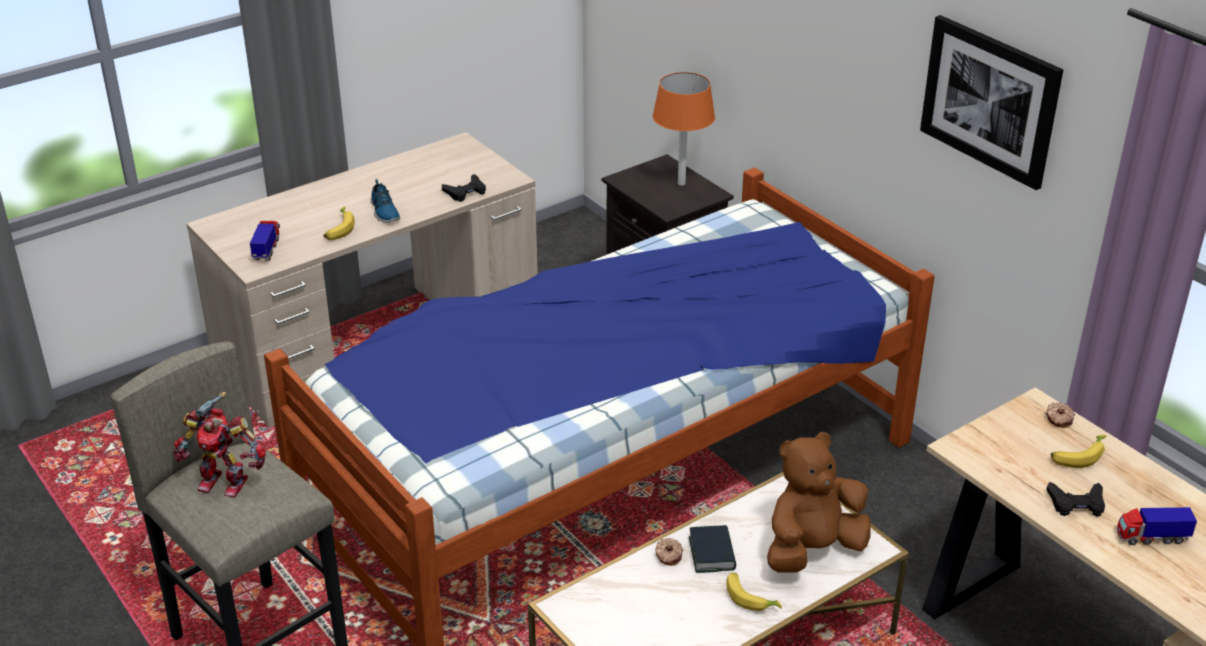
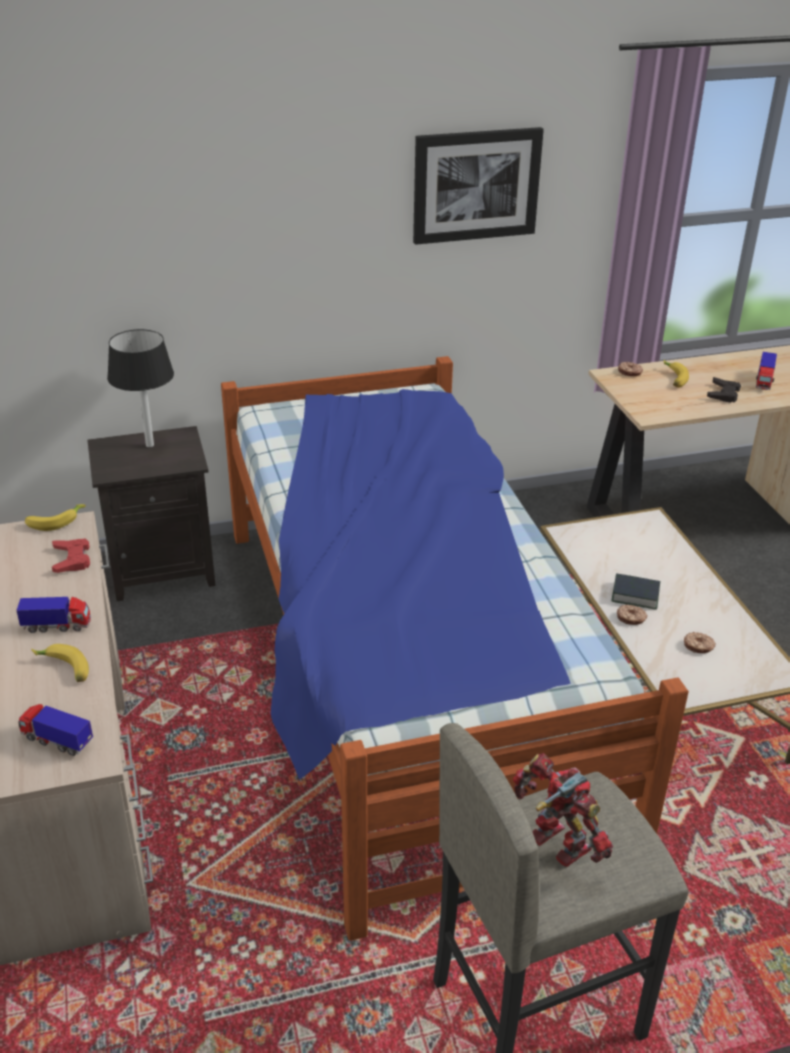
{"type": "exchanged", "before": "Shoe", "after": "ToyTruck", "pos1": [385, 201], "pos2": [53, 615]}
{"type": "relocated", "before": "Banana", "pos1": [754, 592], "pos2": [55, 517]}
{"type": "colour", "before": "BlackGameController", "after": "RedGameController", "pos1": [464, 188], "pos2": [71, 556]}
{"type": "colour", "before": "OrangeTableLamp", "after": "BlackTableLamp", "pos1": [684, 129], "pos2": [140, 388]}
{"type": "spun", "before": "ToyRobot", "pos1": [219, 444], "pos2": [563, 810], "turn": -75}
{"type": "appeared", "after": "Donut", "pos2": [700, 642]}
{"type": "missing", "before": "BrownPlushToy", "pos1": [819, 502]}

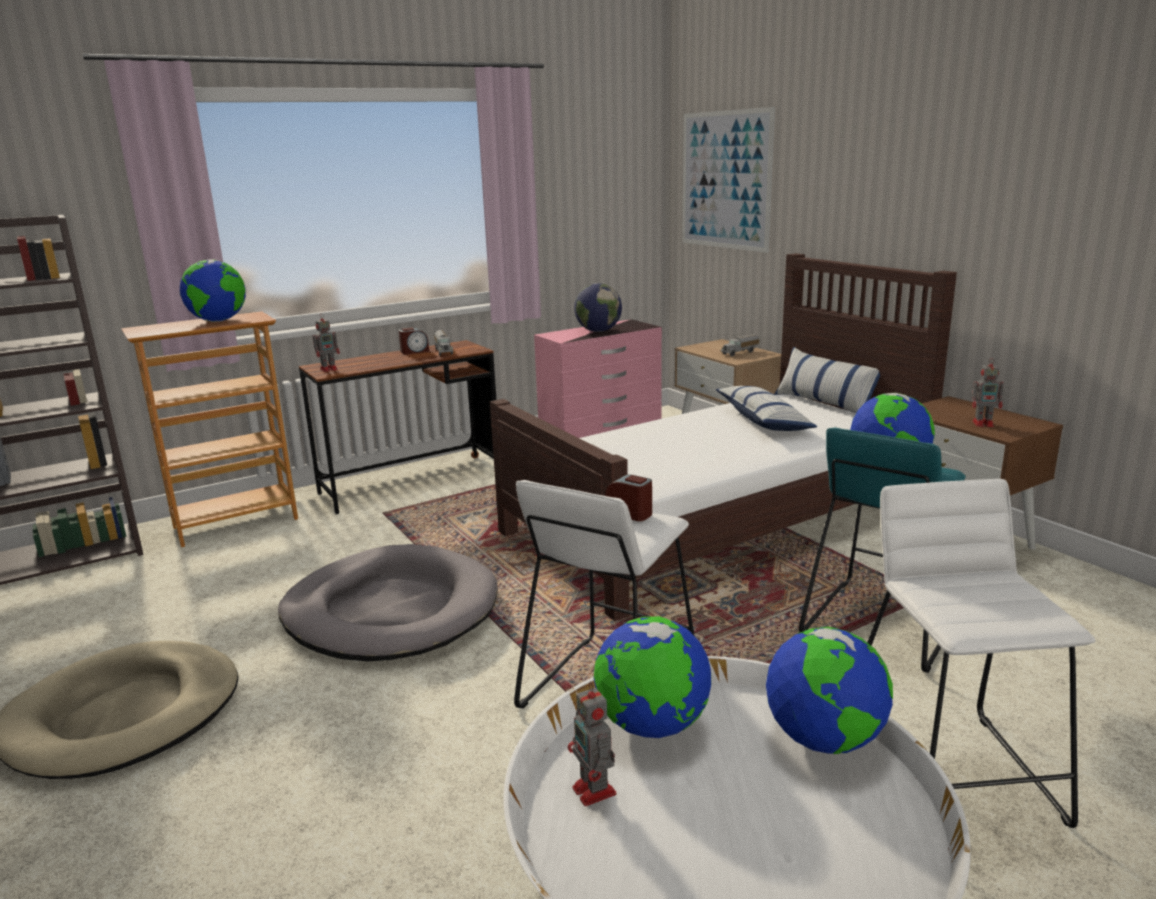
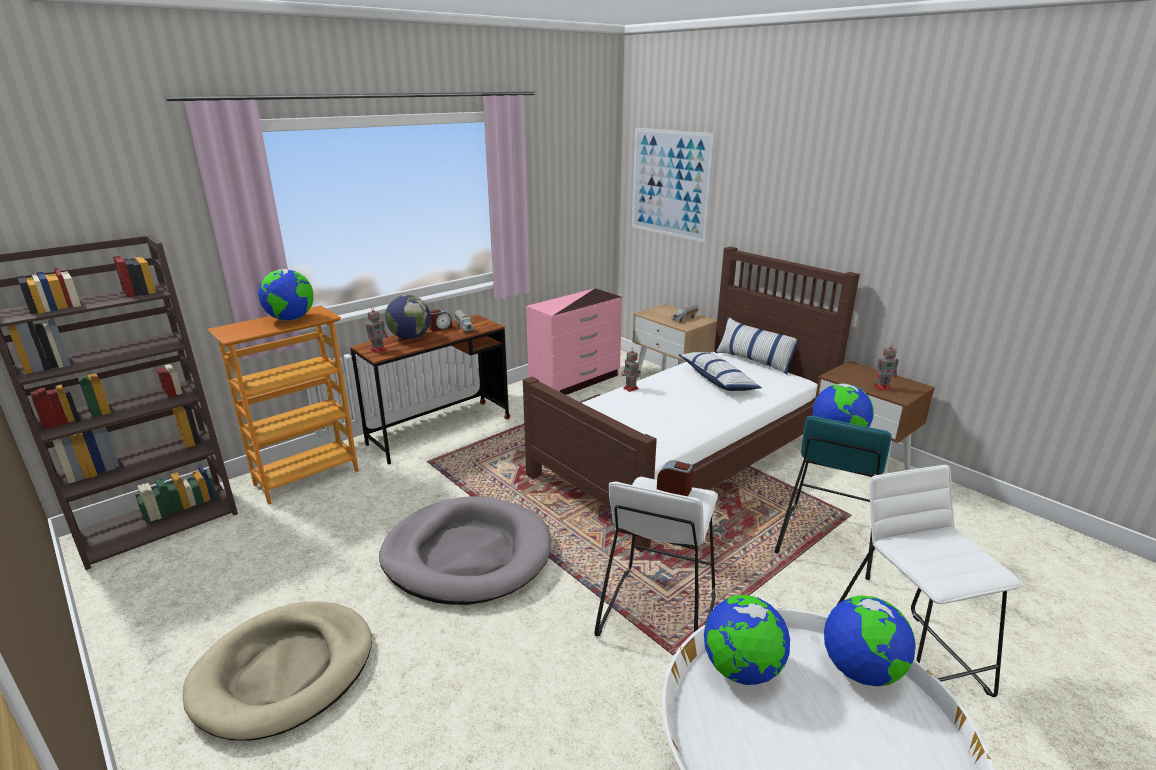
{"type": "relocated", "before": "Globe", "pos1": [598, 307], "pos2": [408, 317]}
{"type": "relocated", "before": "ToyRobot", "pos1": [592, 744], "pos2": [631, 369]}

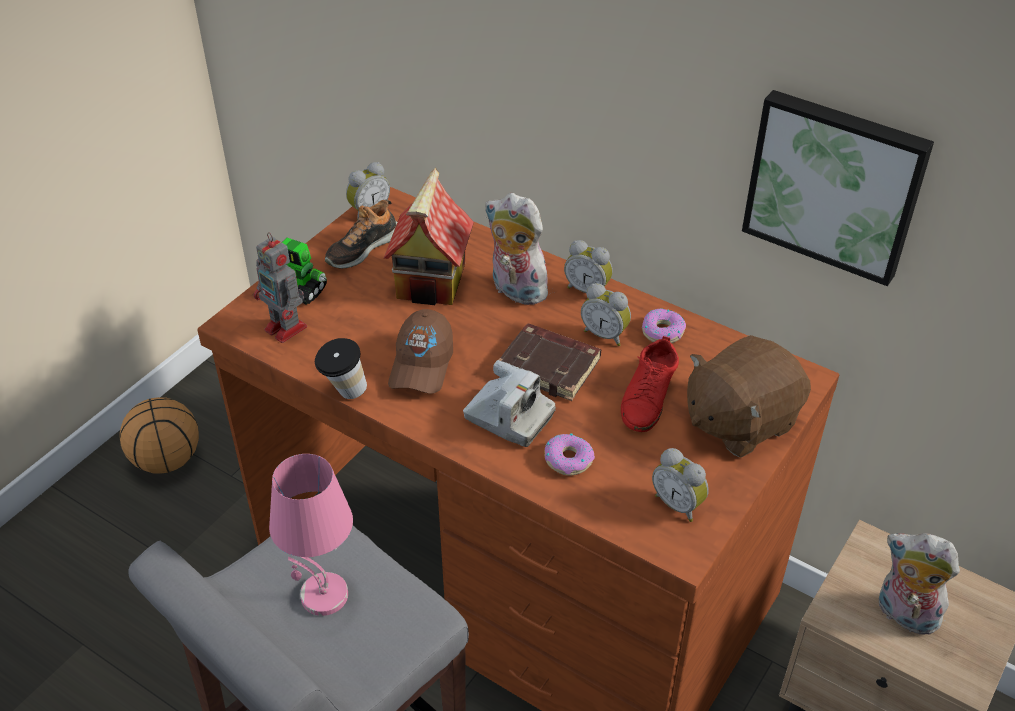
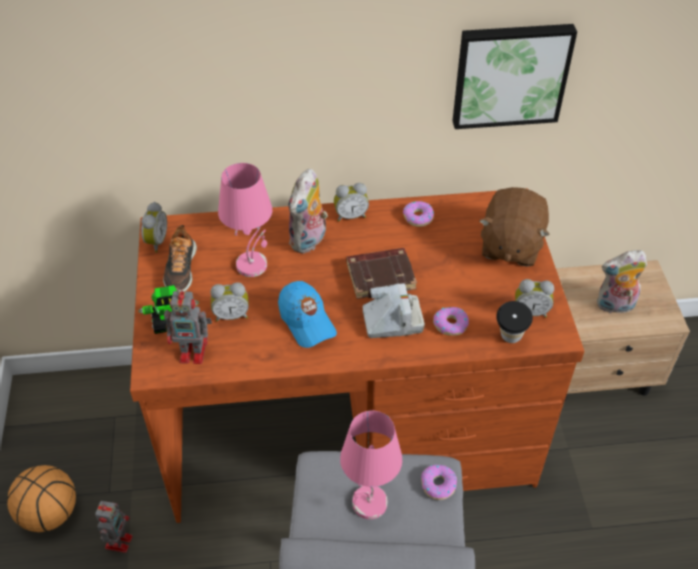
{"type": "appeared", "after": "ToyRobot", "pos2": [114, 527]}
{"type": "relocated", "before": "AlarmClock", "pos1": [606, 314], "pos2": [229, 301]}
{"type": "exchanged", "before": "ToyHouse", "after": "PinkTableLamp", "pos1": [429, 236], "pos2": [245, 220]}
{"type": "colour", "before": "BrownCap", "after": "BlueCap", "pos1": [420, 351], "pos2": [307, 314]}
{"type": "spun", "before": "PlushToy", "pos1": [516, 249], "pos2": [308, 211], "turn": -60}
{"type": "appeared", "after": "Donut", "pos2": [439, 482]}
{"type": "relocated", "before": "Cup", "pos1": [341, 368], "pos2": [514, 322]}
{"type": "missing", "before": "RedShoe", "pos1": [650, 384]}

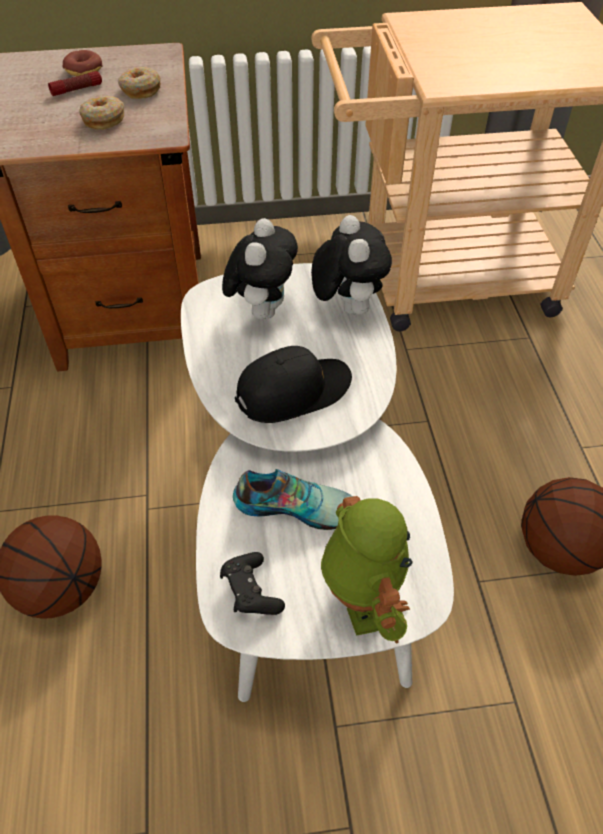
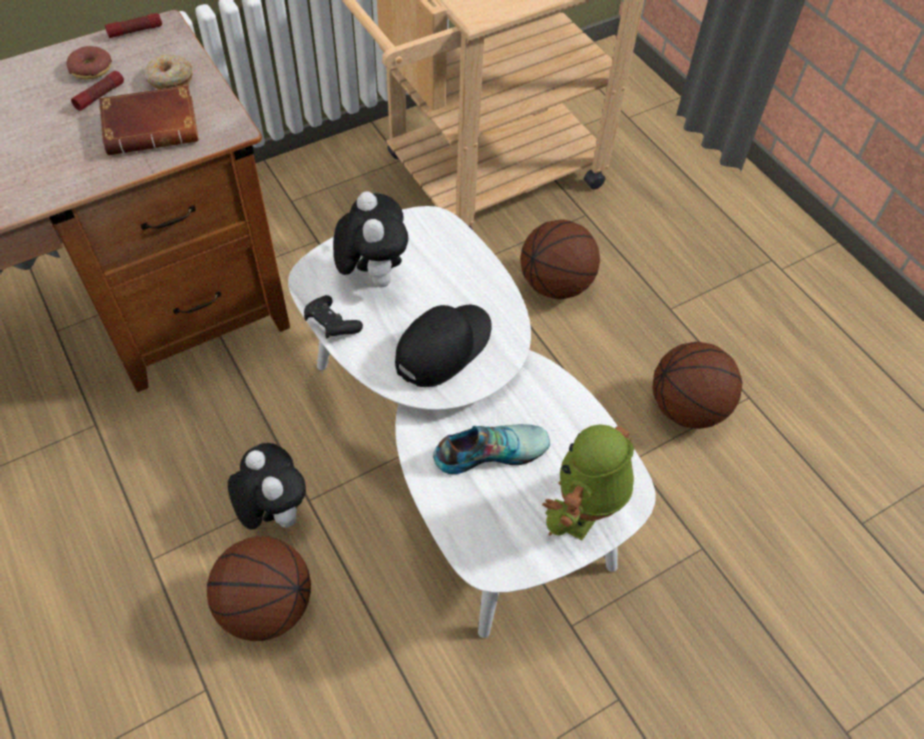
{"type": "exchanged", "before": "Donut", "after": "BrownBook", "pos1": [101, 113], "pos2": [149, 120]}
{"type": "appeared", "after": "Flashlight", "pos2": [133, 25]}
{"type": "relocated", "before": "PlushToy", "pos1": [351, 265], "pos2": [267, 486]}
{"type": "relocated", "before": "BlackGameController", "pos1": [252, 583], "pos2": [333, 316]}
{"type": "appeared", "after": "Basketball", "pos2": [560, 259]}
{"type": "spun", "before": "ToyRobot", "pos1": [367, 570], "pos2": [588, 482], "turn": -105}

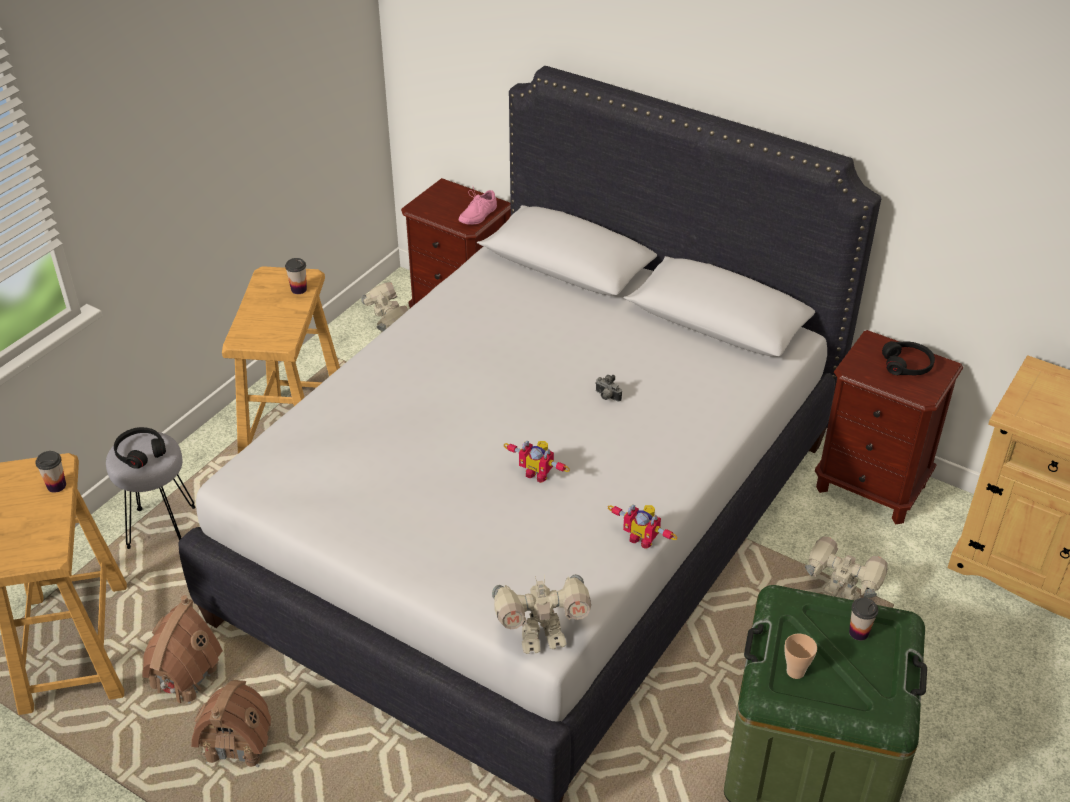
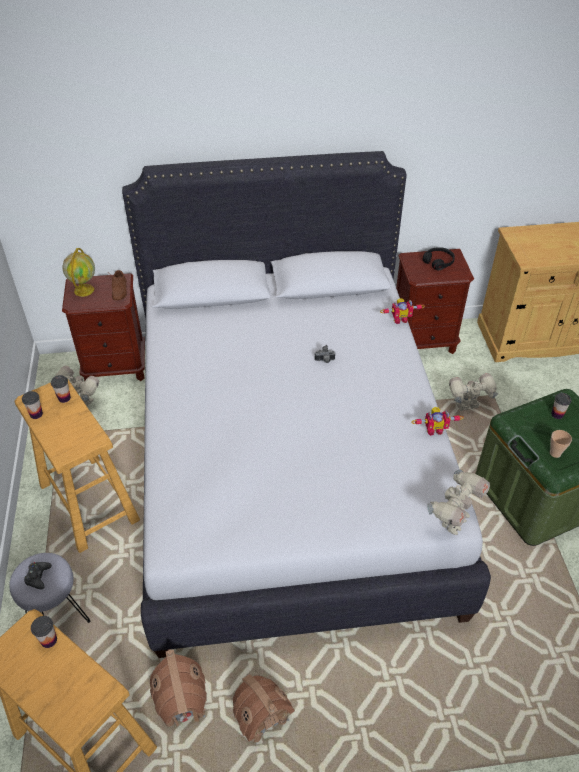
{"type": "appeared", "after": "Cup", "pos2": [32, 405]}
{"type": "exchanged", "before": "BlackHeadphones", "after": "BlackGameController", "pos1": [140, 448], "pos2": [38, 575]}
{"type": "appeared", "after": "Globe", "pos2": [79, 272]}
{"type": "colour", "before": "PinkShoe", "after": "BrownShoe", "pos1": [477, 205], "pos2": [116, 285]}
{"type": "relocated", "before": "ToyRobot", "pos1": [536, 462], "pos2": [402, 311]}

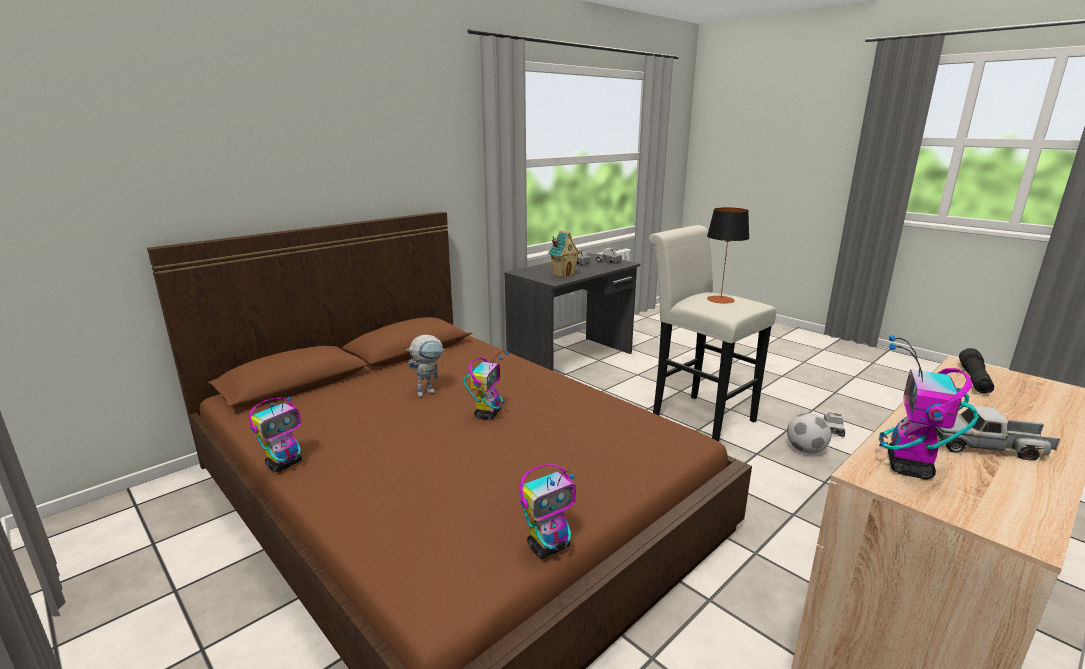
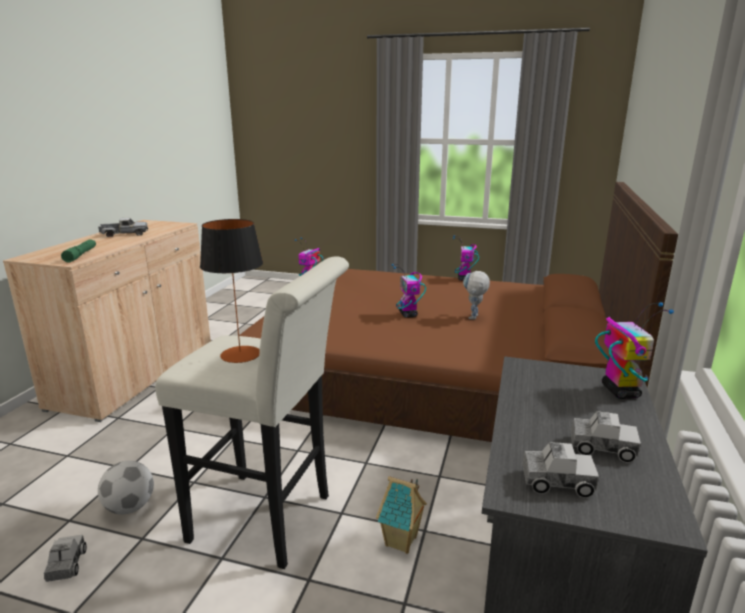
{"type": "colour", "before": "BlackFlashlight", "after": "GreenFlashlight", "pos1": [976, 370], "pos2": [78, 251]}
{"type": "relocated", "before": "ToyHouse", "pos1": [564, 254], "pos2": [401, 515]}
{"type": "relocated", "before": "ToyRobot", "pos1": [929, 407], "pos2": [634, 350]}

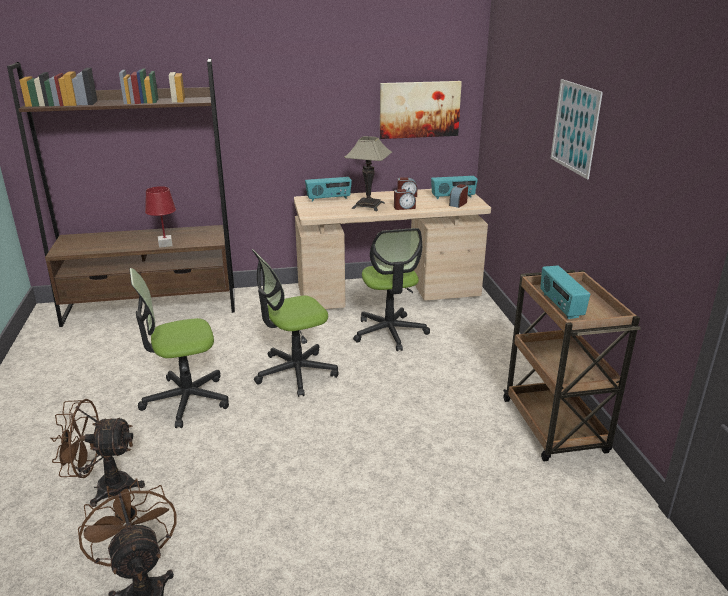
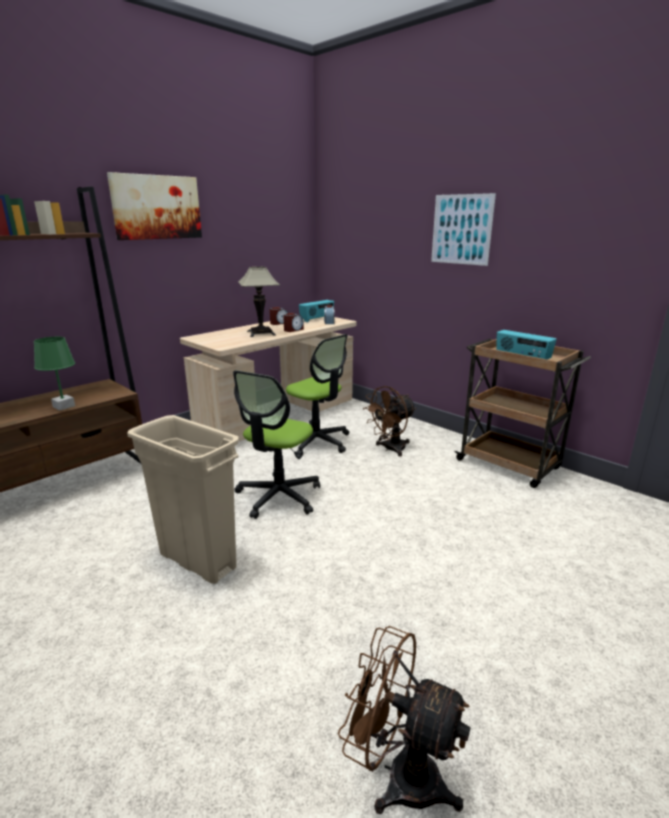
{"type": "colour", "before": "RedTableLamp", "after": "GreenTableLamp", "pos1": [160, 217], "pos2": [54, 374]}
{"type": "relocated", "before": "Picture", "pos1": [421, 110], "pos2": [154, 206]}
{"type": "exchanged", "before": "OfficeChair", "after": "BeigeTrashCan", "pos1": [179, 348], "pos2": [183, 499]}
{"type": "relocated", "before": "BrownFan", "pos1": [97, 453], "pos2": [389, 421]}
{"type": "missing", "before": "Radio", "pos1": [328, 189]}

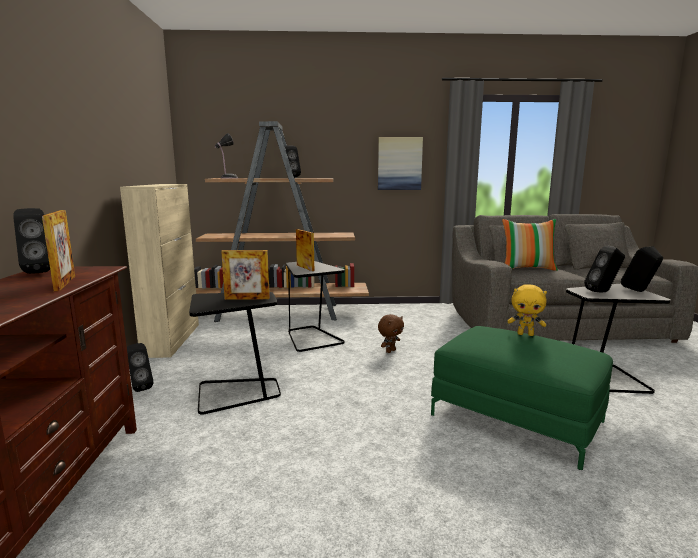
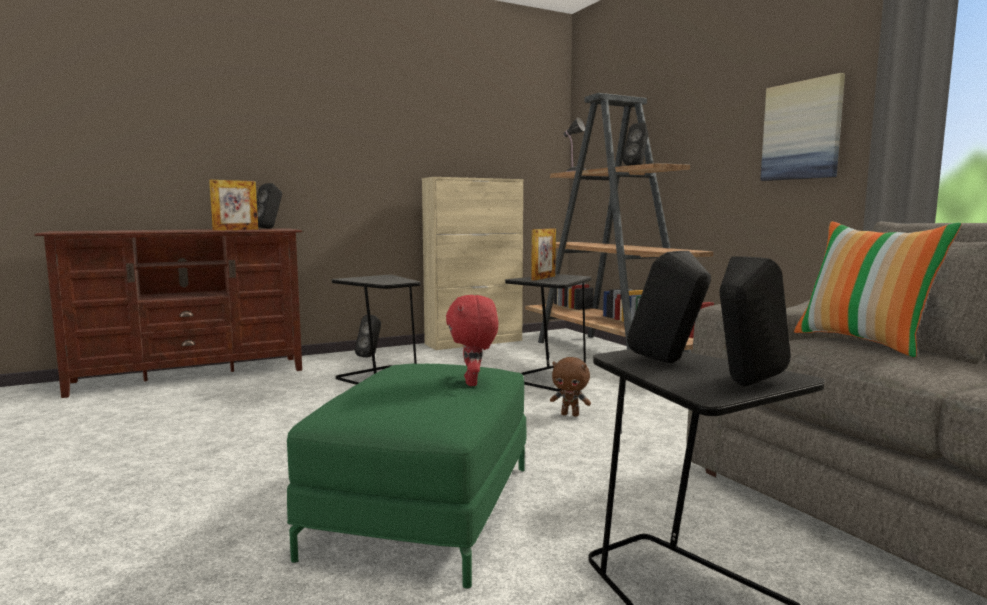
{"type": "colour", "before": "YellowPlushToy", "after": "RedPlushToy", "pos1": [527, 310], "pos2": [472, 340]}
{"type": "missing", "before": "PictureFrame", "pos1": [245, 275]}

